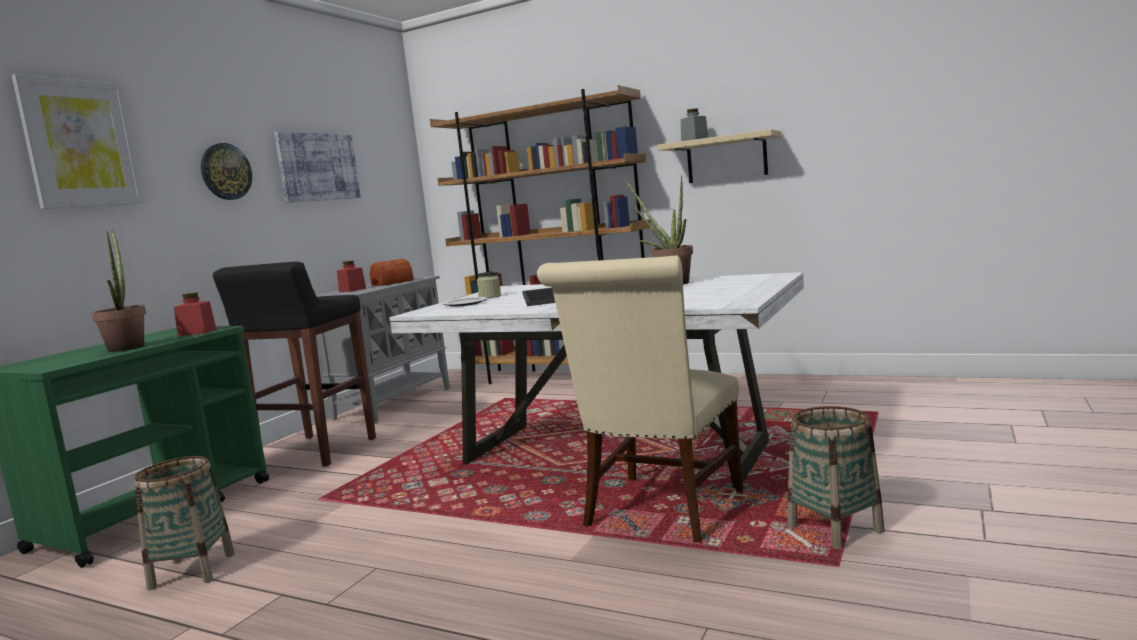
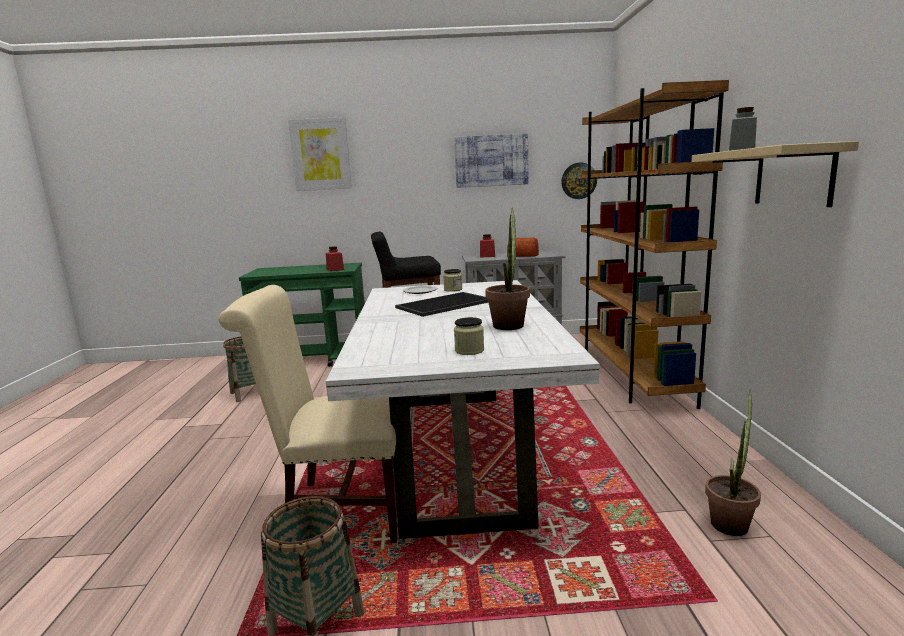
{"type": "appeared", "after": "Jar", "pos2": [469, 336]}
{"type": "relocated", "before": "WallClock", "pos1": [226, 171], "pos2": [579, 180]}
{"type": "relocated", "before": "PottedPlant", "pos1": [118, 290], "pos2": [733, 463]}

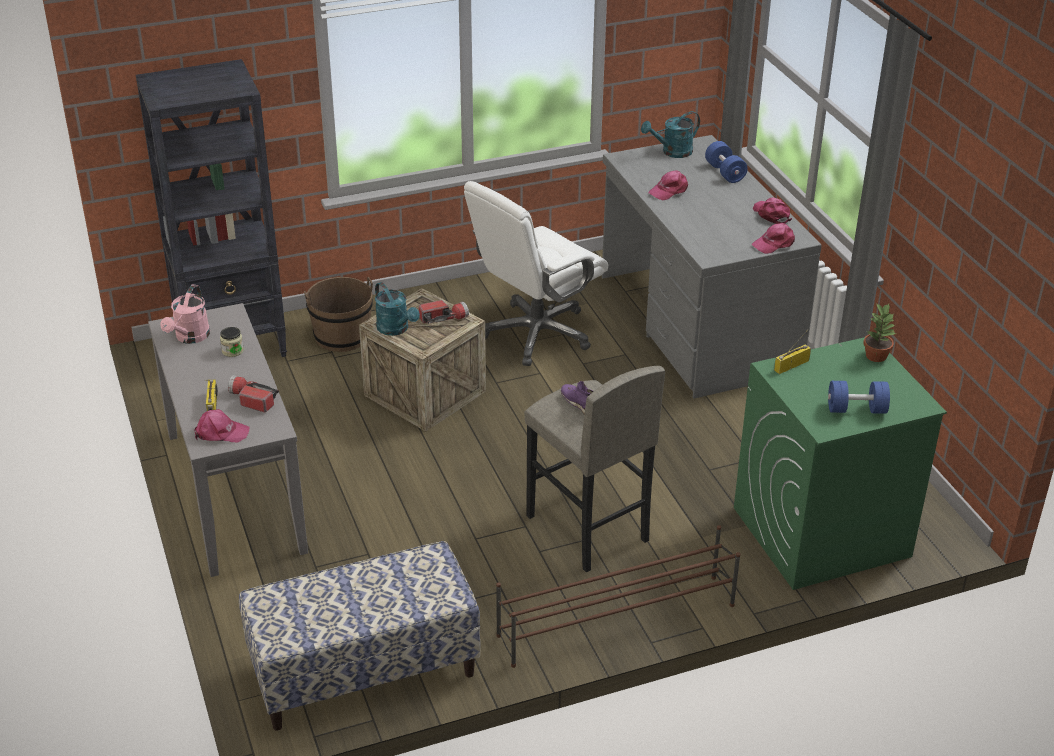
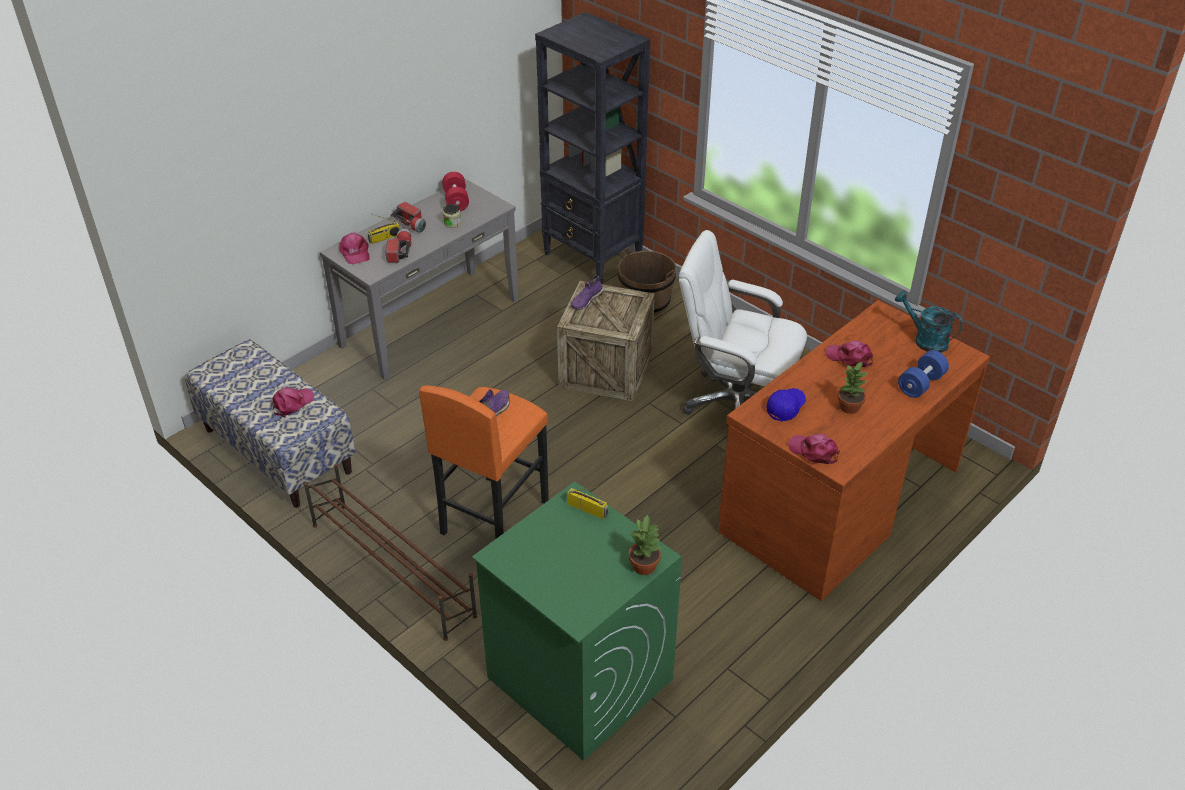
{"type": "relocated", "before": "PinkCap", "pos1": [772, 210], "pos2": [293, 402]}
{"type": "relocated", "before": "Flashlight", "pos1": [444, 312], "pos2": [408, 217]}
{"type": "colour", "before": "GreyStool", "after": "OrangeStool", "pos1": [595, 469], "pos2": [484, 462]}
{"type": "exchanged", "before": "PinkWateringCan", "after": "RedDumbbell", "pos1": [185, 314], "pos2": [455, 191]}
{"type": "exchanged", "before": "TurquoiseWateringCan", "after": "PurpleShoe", "pos1": [397, 309], "pos2": [587, 293]}
{"type": "colour", "before": "GreyDesk", "after": "BrownDesk", "pos1": [712, 267], "pos2": [854, 450]}
{"type": "appeared", "after": "BlueCap", "pos2": [786, 404]}
{"type": "appeared", "after": "PottedPlant", "pos2": [853, 387]}
{"type": "missing", "before": "BlueDumbbell", "pos1": [859, 397]}

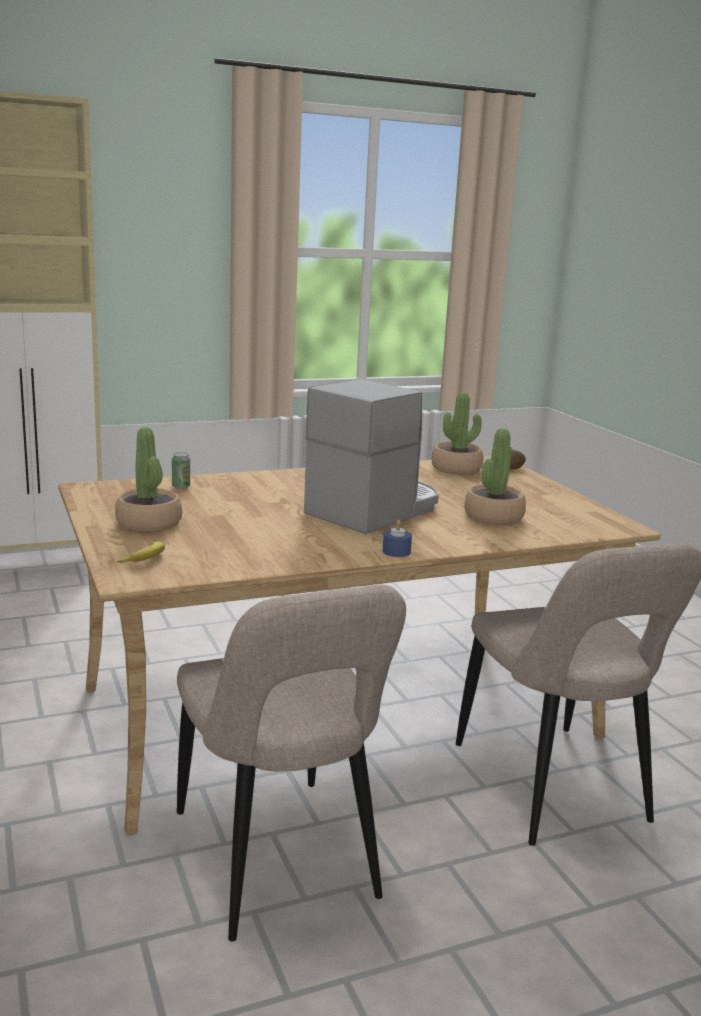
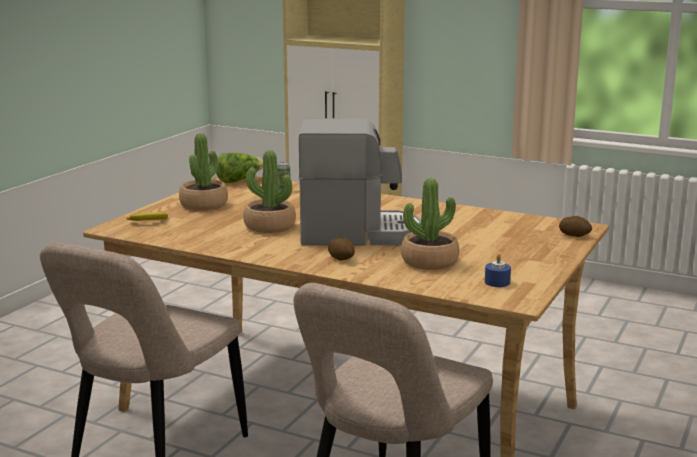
{"type": "appeared", "after": "Lettuce", "pos2": [239, 168]}
{"type": "relocated", "before": "PottedPlant", "pos1": [457, 433], "pos2": [269, 191]}
{"type": "appeared", "after": "Potato", "pos2": [341, 249]}
{"type": "relocated", "before": "BlueCandle", "pos1": [397, 538], "pos2": [498, 270]}

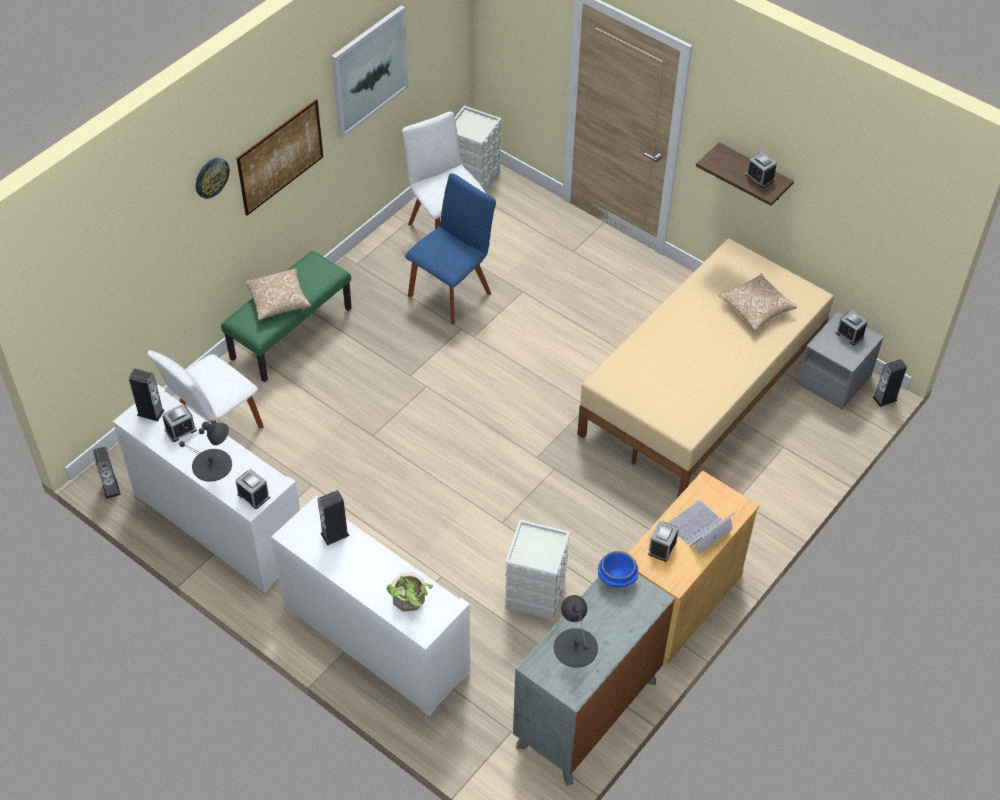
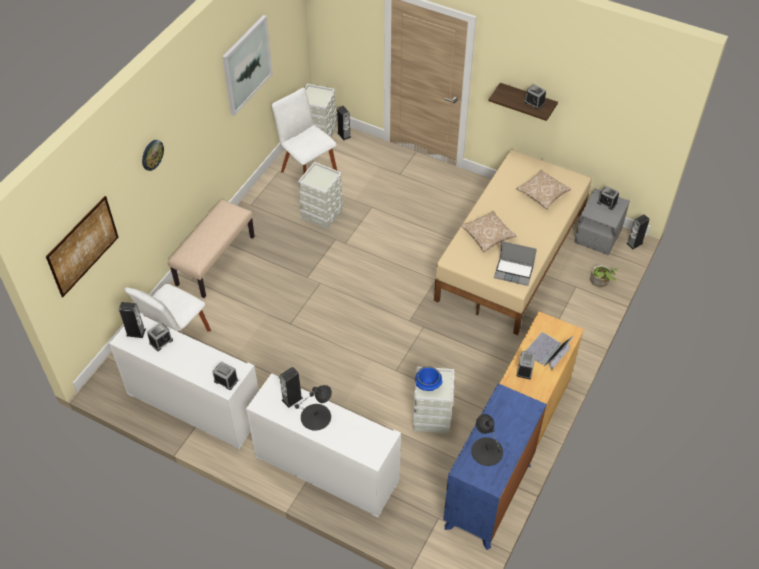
{"type": "relocated", "before": "Picture", "pos1": [279, 157], "pos2": [82, 246]}
{"type": "colour", "before": "GreenBench", "after": "BeigeBench", "pos1": [286, 316], "pos2": [211, 248]}
{"type": "relocated", "before": "BlackTableLamp", "pos1": [205, 451], "pos2": [313, 408]}
{"type": "exchanged", "before": "BlueChair", "after": "GreyStorageBox", "pos1": [450, 249], "pos2": [320, 196]}
{"type": "relocated", "before": "Speaker", "pos1": [107, 473], "pos2": [344, 123]}
{"type": "relocated", "before": "BlueBowl", "pos1": [618, 569], "pos2": [428, 378]}
{"type": "colour", "before": "GreyDresser", "after": "BlueDresser", "pos1": [594, 680], "pos2": [495, 466]}
{"type": "relocated", "before": "Pillow", "pos1": [278, 294], "pos2": [489, 231]}
{"type": "appeared", "after": "Laptop", "pos2": [515, 263]}
{"type": "relocated", "before": "PottedPlant", "pos1": [410, 592], "pos2": [603, 276]}

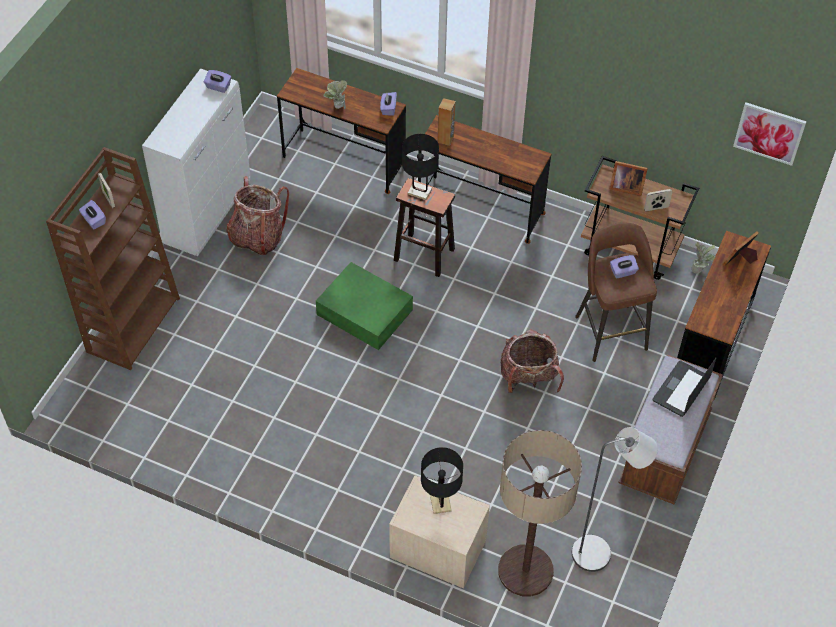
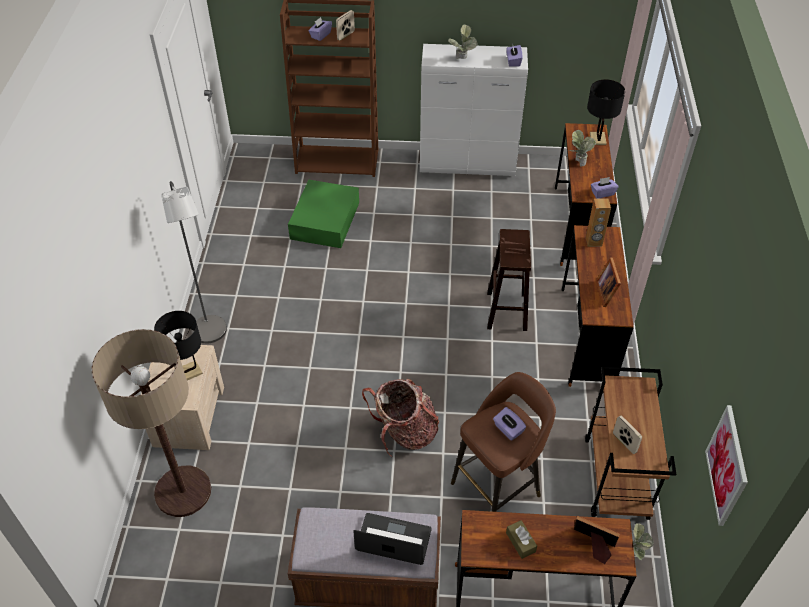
{"type": "relocated", "before": "GreyFloorLamp", "pos1": [615, 499], "pos2": [194, 262]}
{"type": "relocated", "before": "GreenStorageBox", "pos1": [364, 306], "pos2": [323, 214]}
{"type": "appeared", "after": "PottedPlant", "pos2": [462, 42]}
{"type": "appeared", "after": "BrownTissueBox", "pos2": [521, 539]}
{"type": "relocated", "before": "BlackTableLamp", "pos1": [420, 167], "pos2": [606, 112]}
{"type": "relocated", "before": "PictureFrame", "pos1": [629, 178], "pos2": [608, 282]}
{"type": "missing", "before": "Backpack", "pos1": [257, 215]}

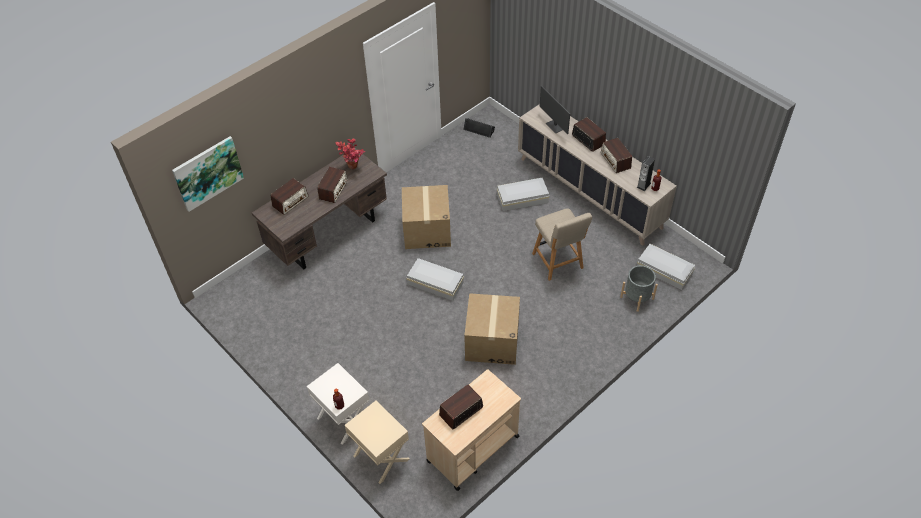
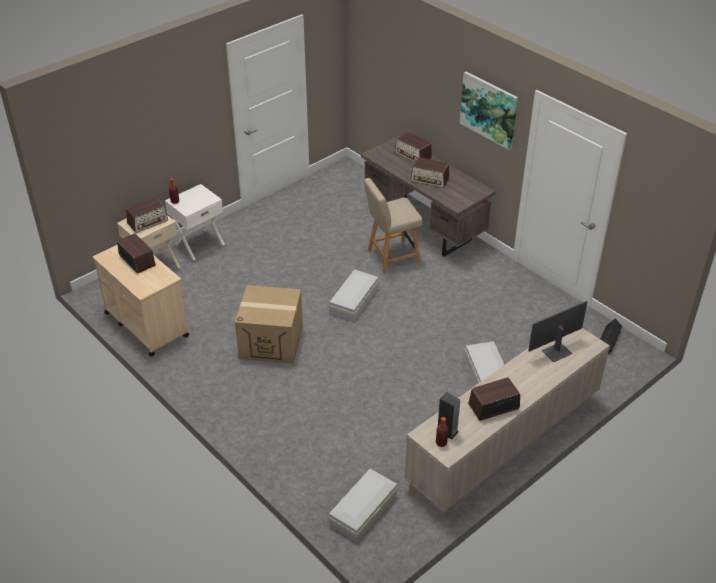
{"type": "relocated", "before": "Radio", "pos1": [589, 134], "pos2": [147, 215]}
{"type": "relocated", "before": "BeigeChair", "pos1": [562, 244], "pos2": [393, 226]}
{"type": "relocated", "before": "Picture", "pos1": [208, 174], "pos2": [489, 111]}
{"type": "missing", "before": "PottedPlant", "pos1": [350, 154]}
{"type": "missing", "before": "CardboardBox", "pos1": [426, 217]}
{"type": "missing", "before": "GreyPlanter", "pos1": [639, 288]}

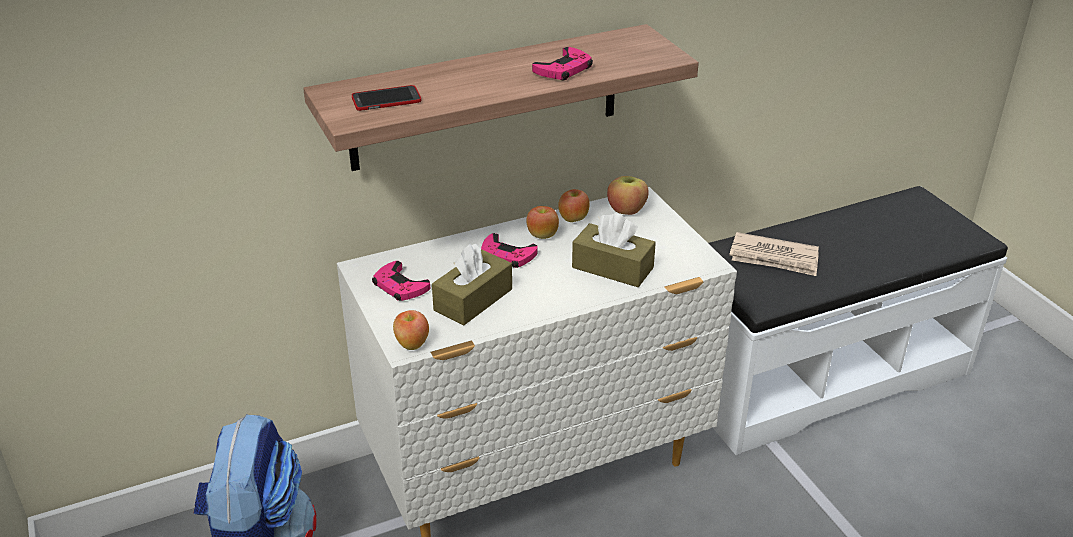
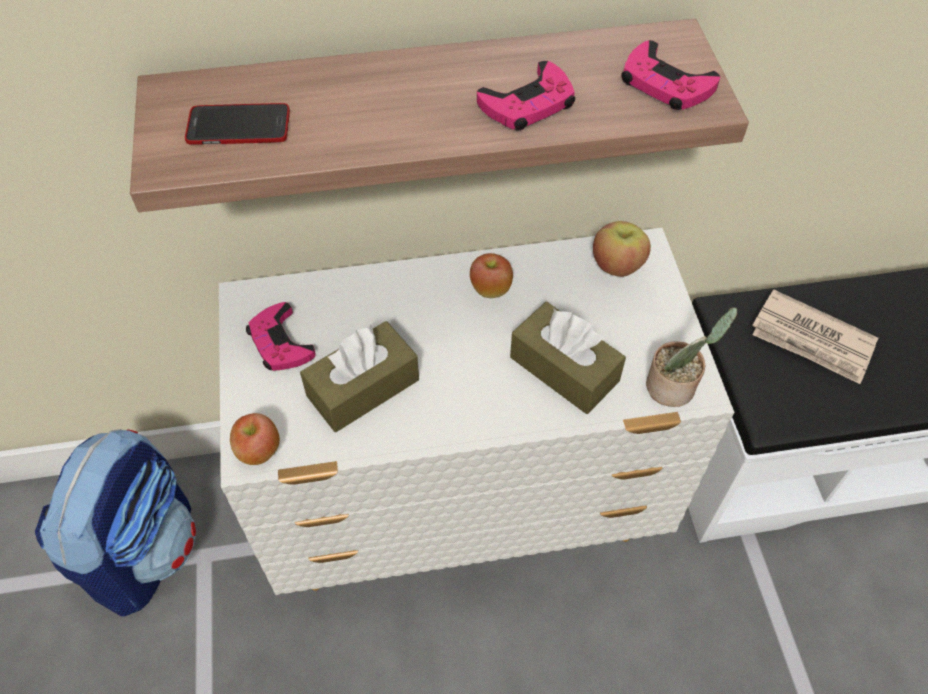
{"type": "relocated", "before": "PinkGameController", "pos1": [509, 250], "pos2": [670, 75]}
{"type": "appeared", "after": "PottedPlant", "pos2": [691, 357]}
{"type": "missing", "before": "Apple", "pos1": [574, 205]}

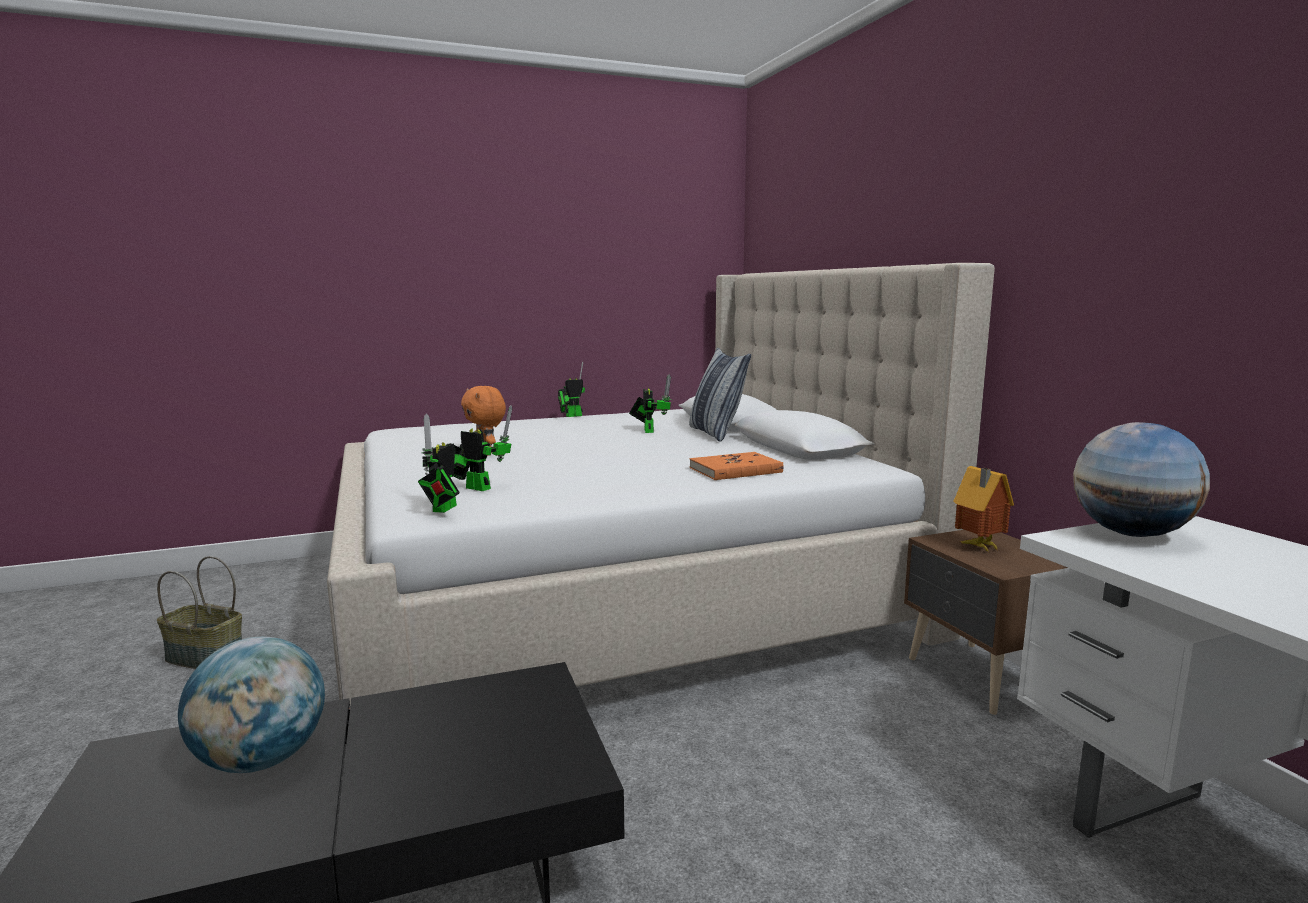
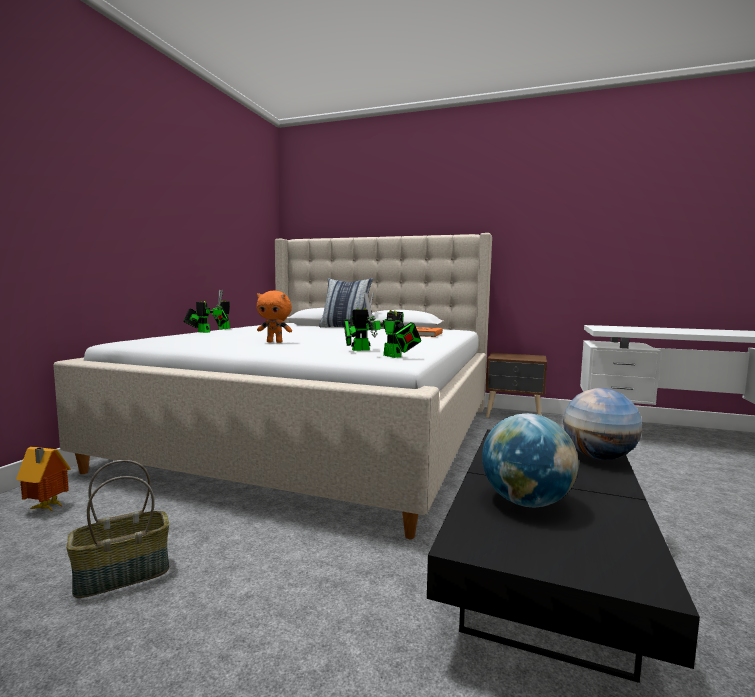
{"type": "relocated", "before": "ToyHouse", "pos1": [983, 509], "pos2": [43, 479]}
{"type": "relocated", "before": "ToyRobot", "pos1": [650, 403], "pos2": [203, 311]}
{"type": "relocated", "before": "Globe", "pos1": [1141, 479], "pos2": [602, 424]}

